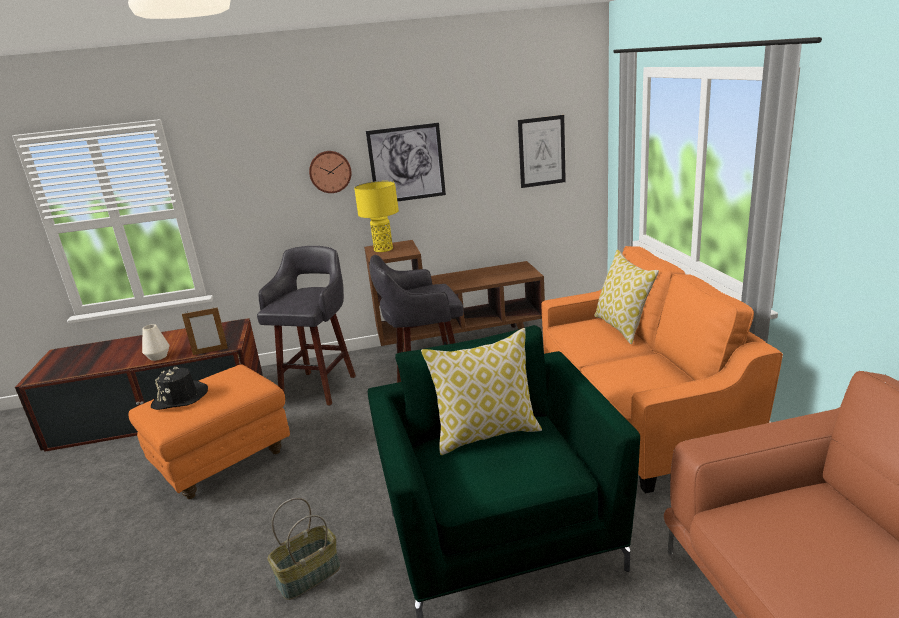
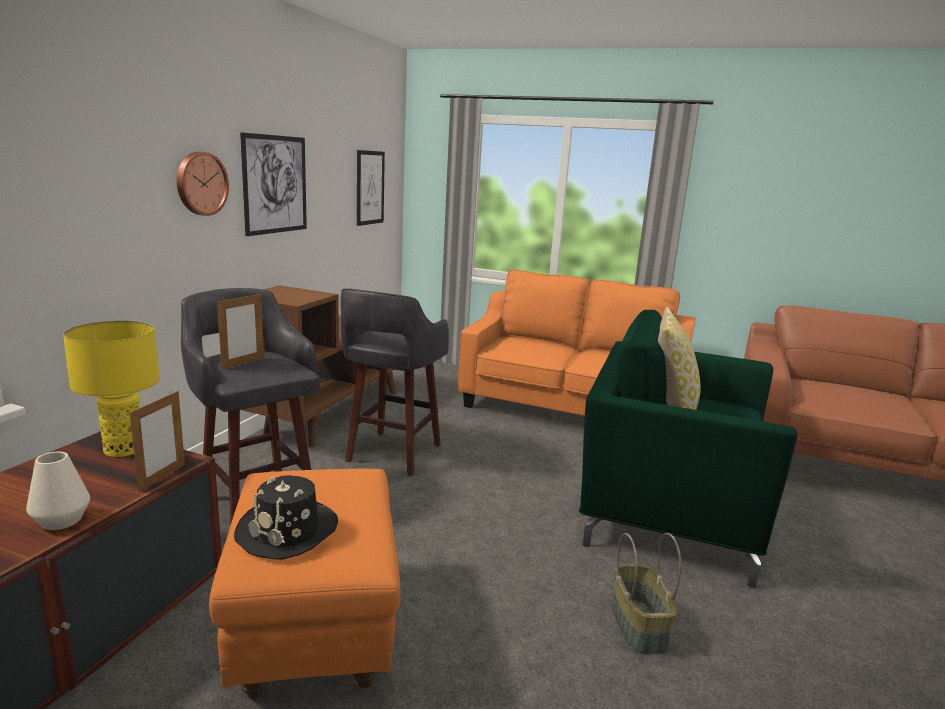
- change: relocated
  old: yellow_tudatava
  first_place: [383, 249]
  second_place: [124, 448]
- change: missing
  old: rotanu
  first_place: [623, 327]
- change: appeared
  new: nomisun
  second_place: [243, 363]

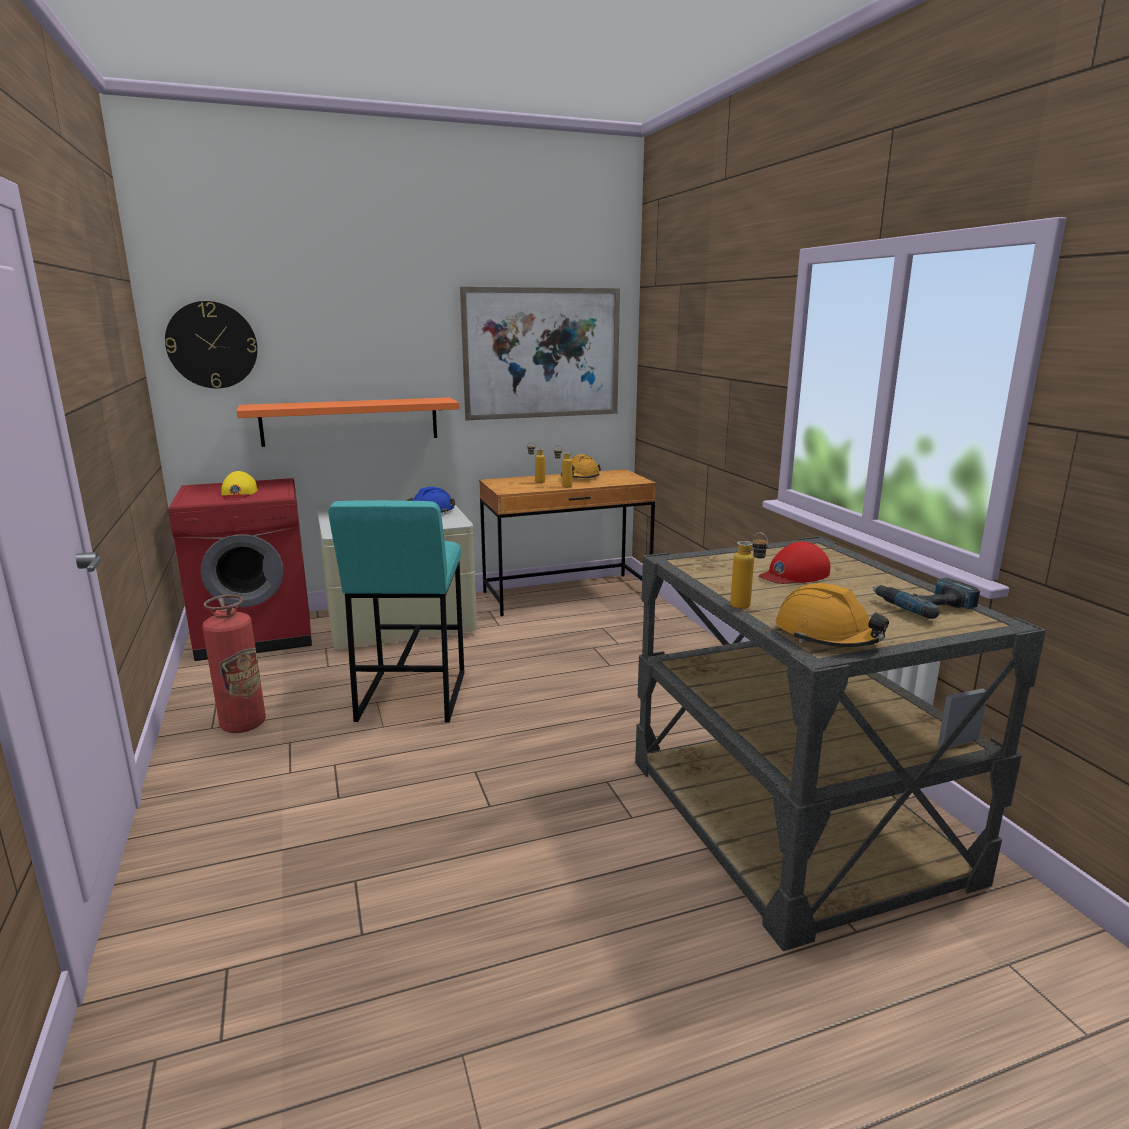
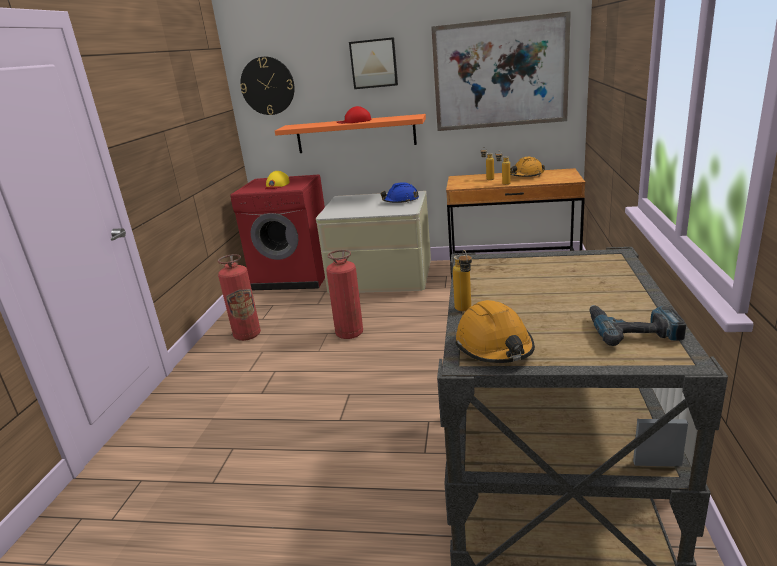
- change: exchanged
  old: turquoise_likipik
  new: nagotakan
  first_place: [411, 697]
  second_place: [349, 333]
- change: relocated
  old: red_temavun
  first_place: [794, 574]
  second_place: [354, 121]
- change: appeared
  new: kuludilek
  second_place: [374, 63]

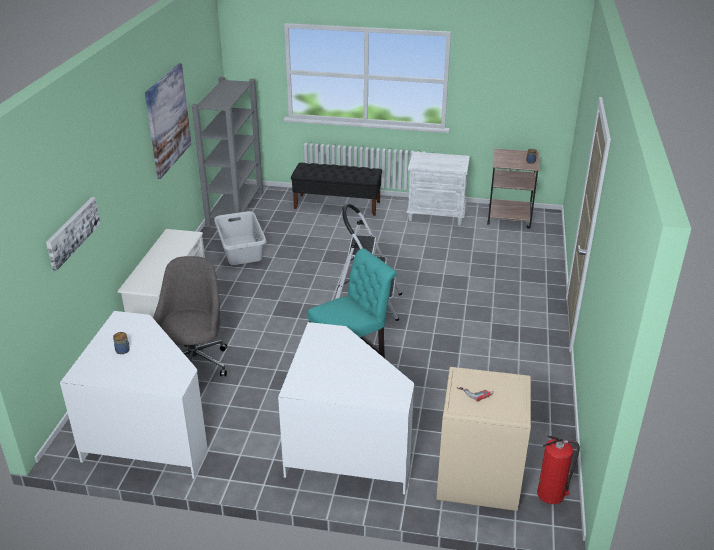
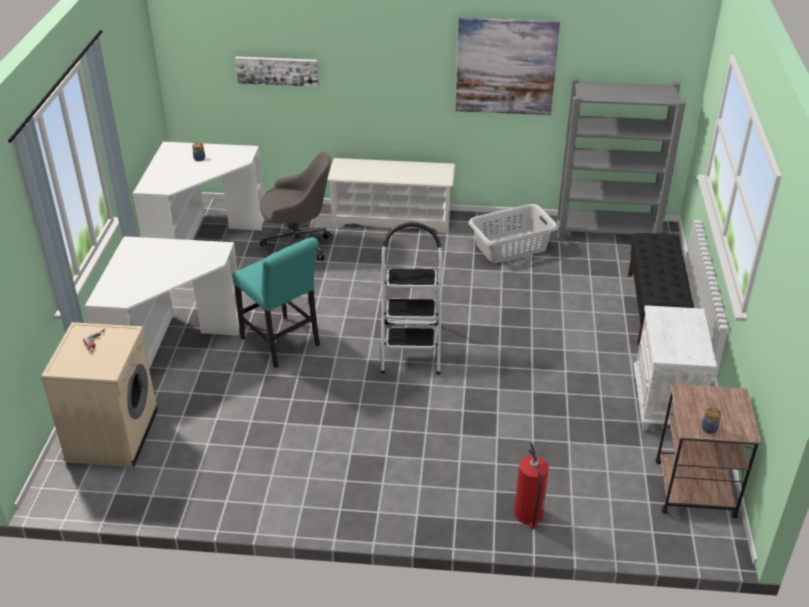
- change: relocated
  old: nagotakan
  first_place: [551, 494]
  second_place: [528, 514]

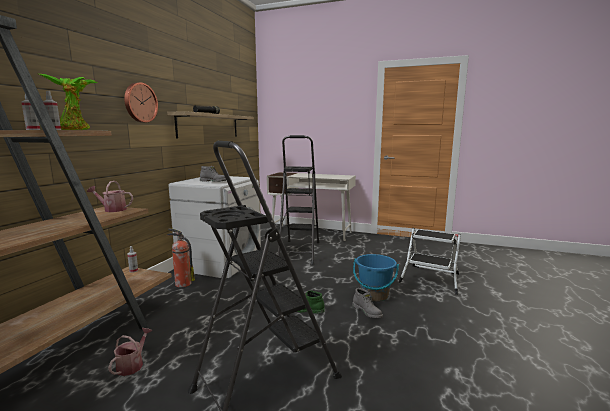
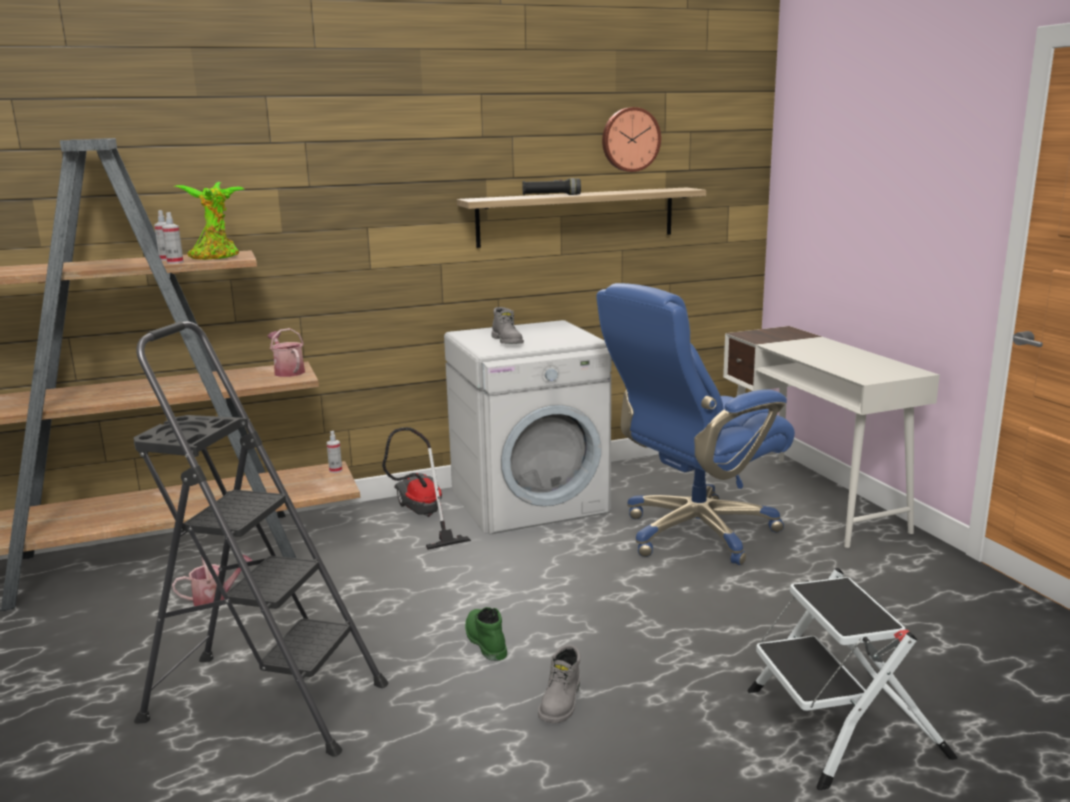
- change: relocated
  old: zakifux
  first_place: [140, 102]
  second_place: [630, 139]
- change: exchanged
  old: nagotakan
  new: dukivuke
  first_place: [182, 284]
  second_place: [422, 516]
- change: exchanged
  old: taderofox
  new: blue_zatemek
  first_place: [299, 252]
  second_place: [692, 534]
- change: missing
  old: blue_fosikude
  first_place: [374, 295]

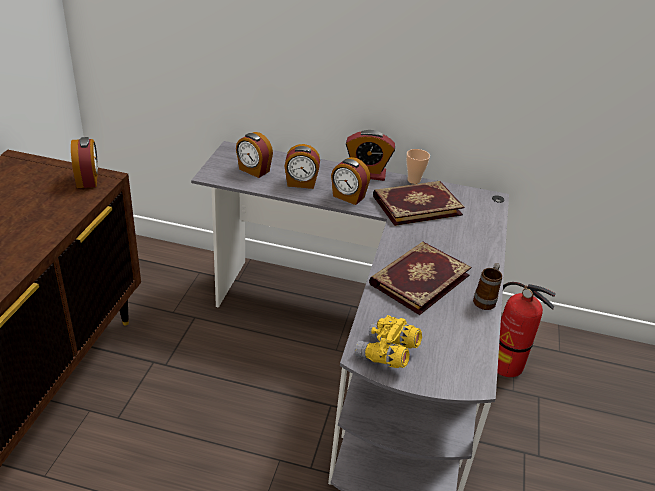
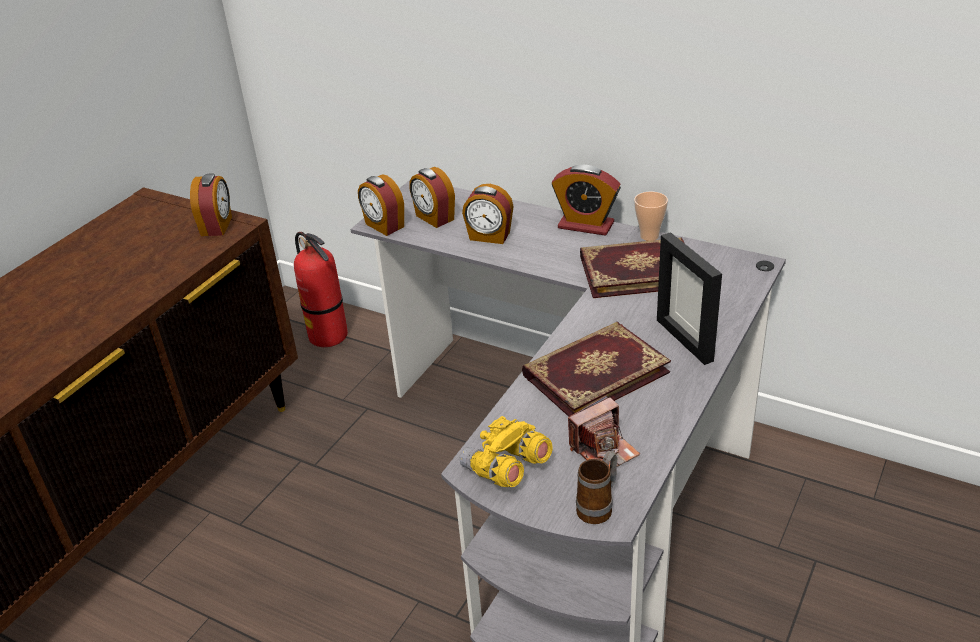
- change: relocated
  old: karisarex
  first_place: [348, 197]
  second_place: [384, 226]
- change: relocated
  old: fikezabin
  first_place: [485, 300]
  second_place: [599, 507]
- change: relocated
  old: nagotakan
  first_place: [506, 365]
  second_place: [329, 336]
- change: appeared
  new: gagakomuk
  second_place: [603, 450]
- change: appeared
  new: nomisun
  second_place: [686, 339]

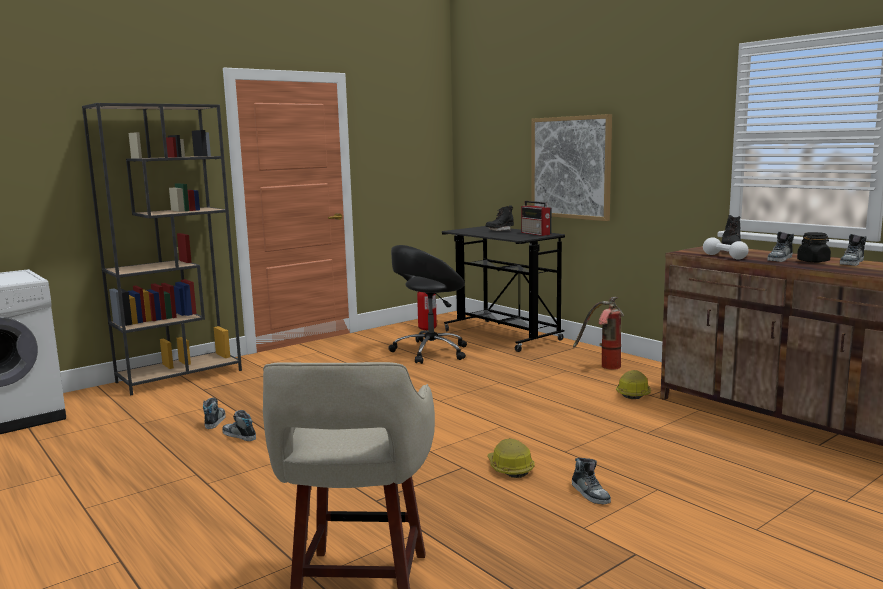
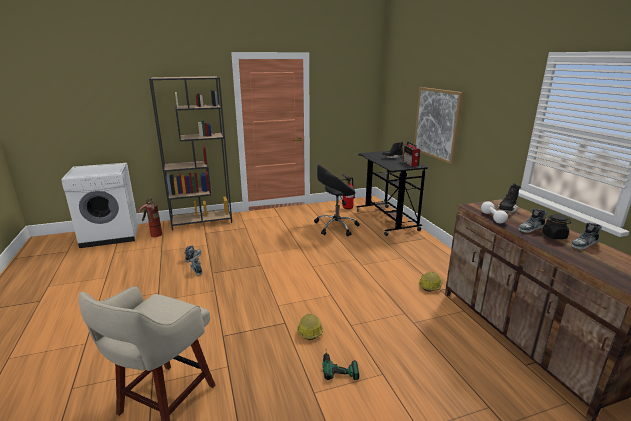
- change: exchanged
  old: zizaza
  new: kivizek
  first_place: [590, 493]
  second_place: [339, 365]
- change: relocated
  old: nagotakan
  first_place: [603, 366]
  second_place: [152, 234]

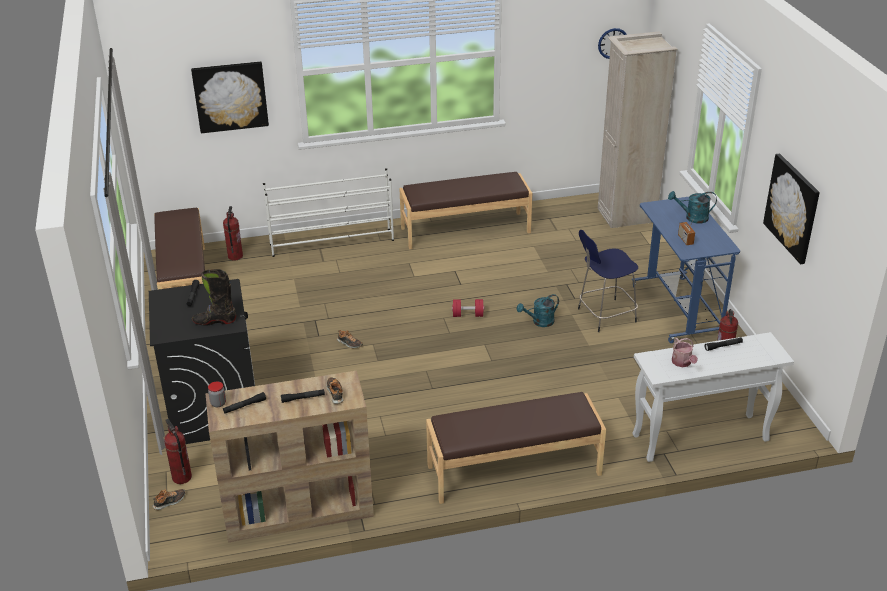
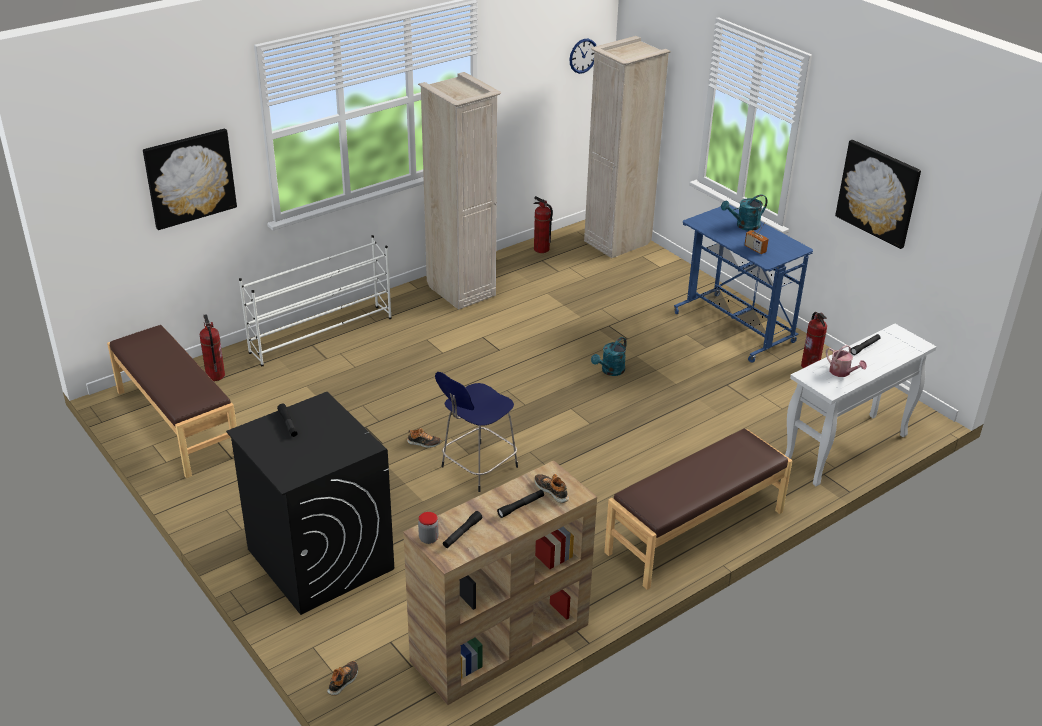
- change: relocated
  old: nagotakan
  first_place: [181, 477]
  second_place: [541, 249]
- change: missing
  old: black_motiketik
  first_place: [215, 321]
- change: exchanged
  old: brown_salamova
  new: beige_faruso
  first_place: [465, 230]
  second_place: [462, 290]
- change: missing
  old: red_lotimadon
  first_place: [468, 315]
- change: relocated
  old: blue_likipik
  first_place: [604, 315]
  second_place: [477, 468]

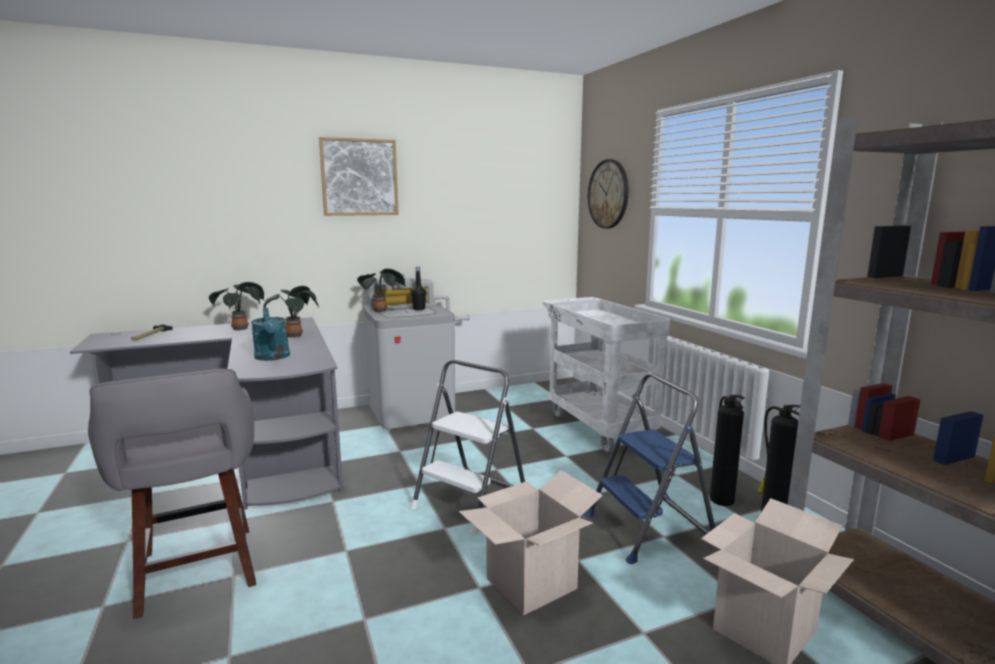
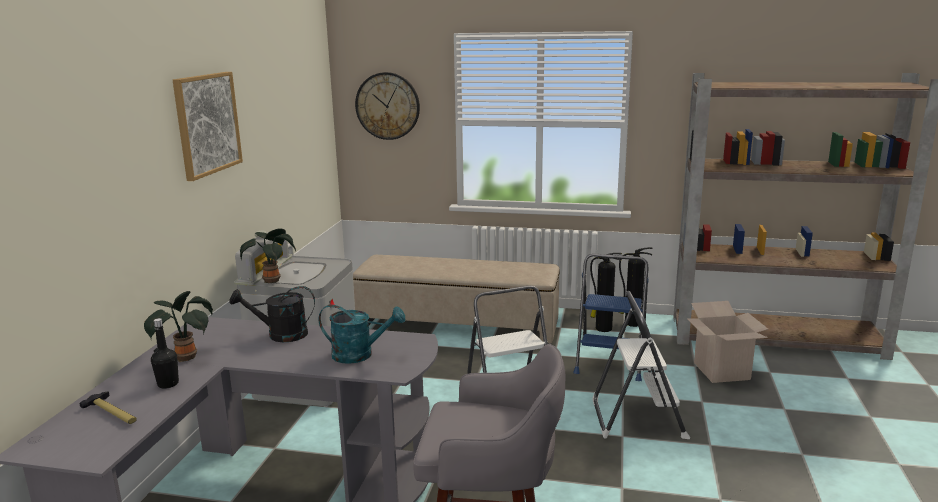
- change: exchanged
  old: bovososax
  new: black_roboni
  first_place: [295, 336]
  second_place: [280, 335]
- change: relocated
  old: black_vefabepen
  first_place: [419, 309]
  second_place: [168, 384]
- change: exchanged
  old: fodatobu
  new: white_taderofox
  first_place: [531, 584]
  second_place: [633, 417]
- change: exchanged
  old: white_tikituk
  new: beige_salamova
  first_place: [596, 427]
  second_place: [458, 323]

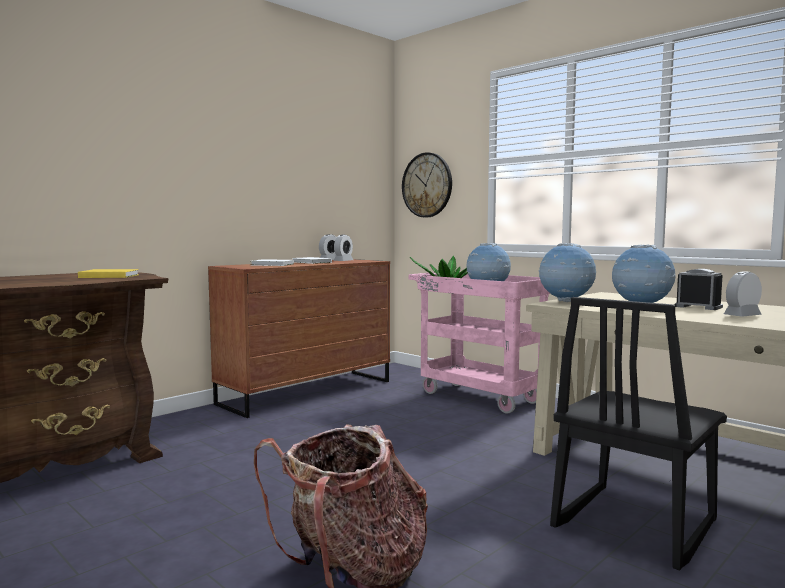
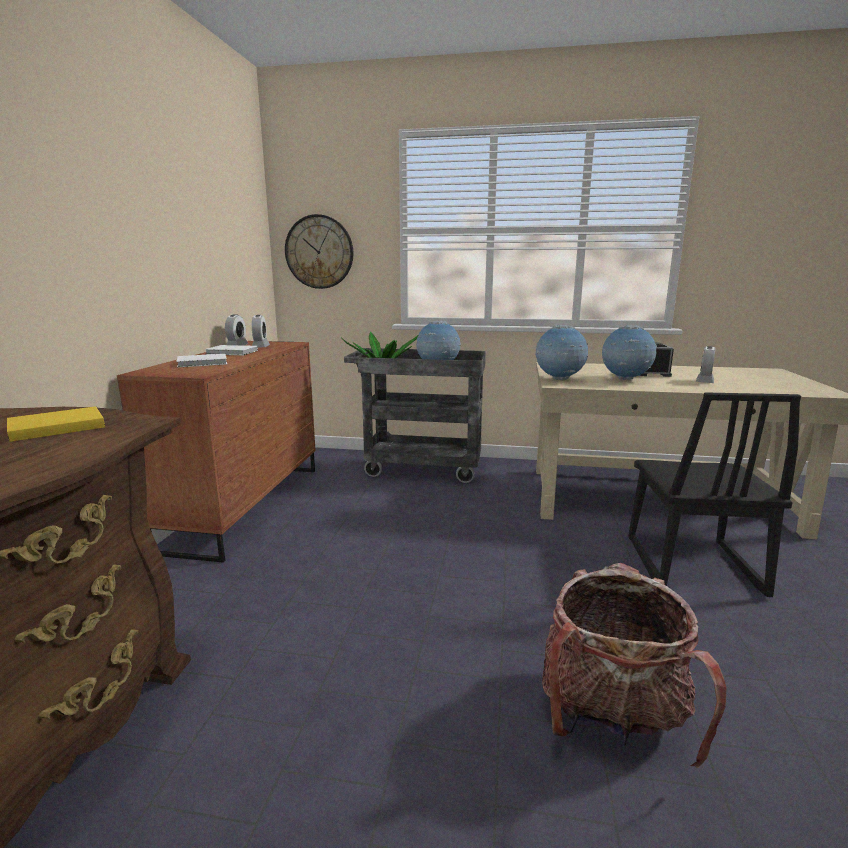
- change: colour
  old: pink_tikituk
  new: black_tikituk
  first_place: [475, 397]
  second_place: [417, 471]

